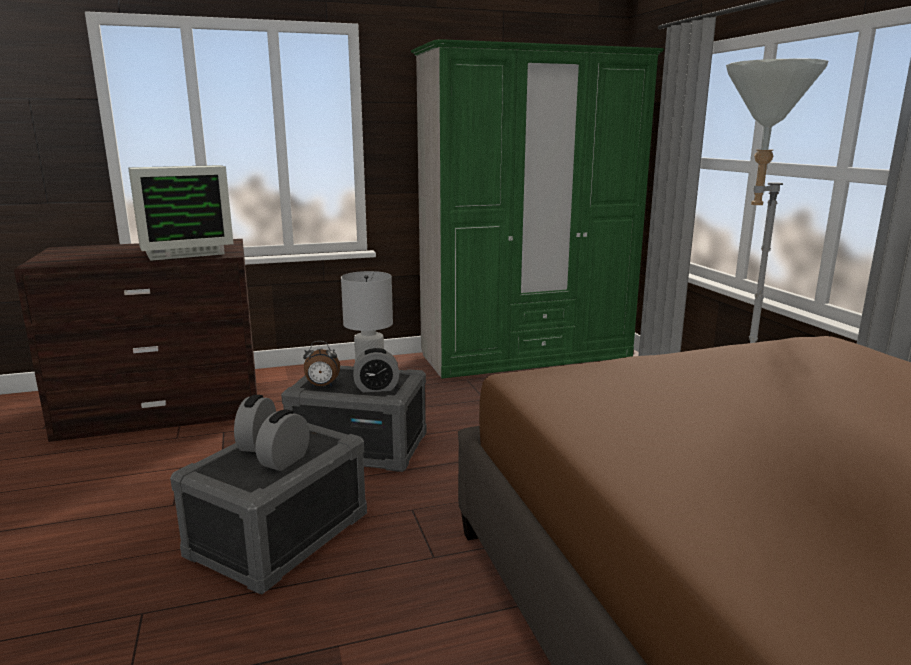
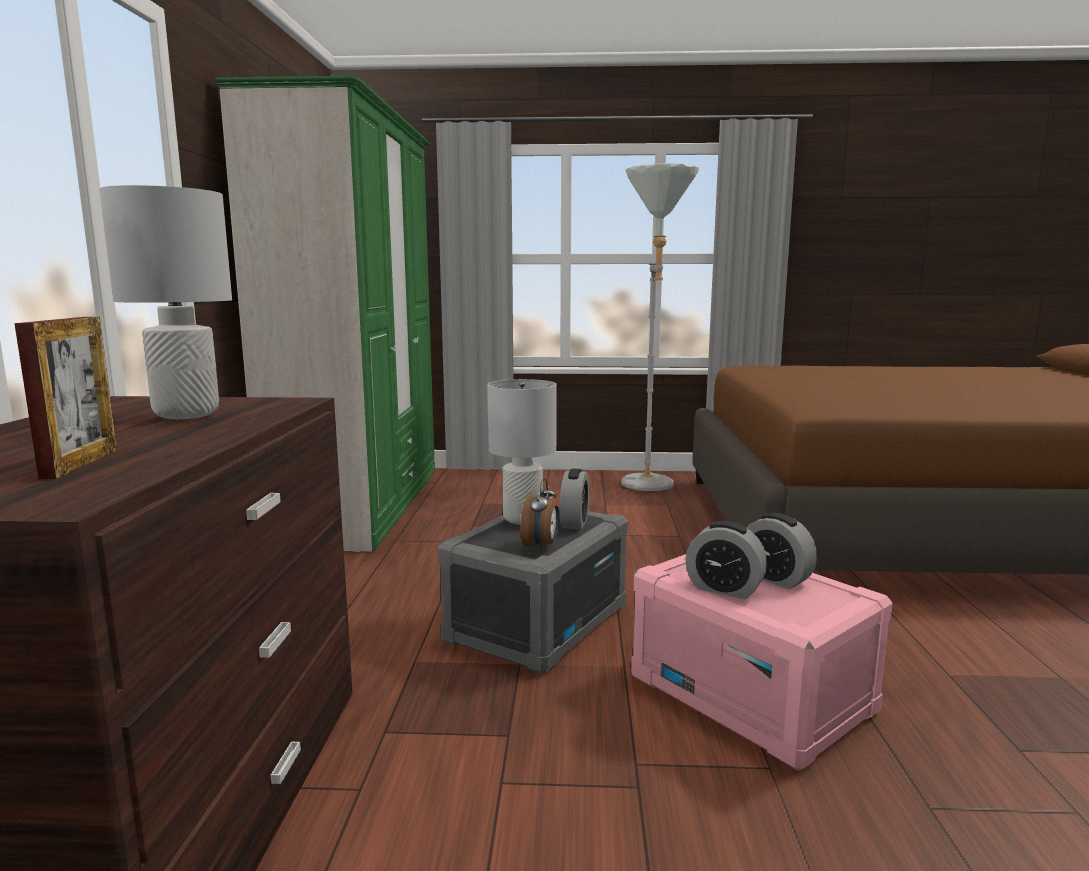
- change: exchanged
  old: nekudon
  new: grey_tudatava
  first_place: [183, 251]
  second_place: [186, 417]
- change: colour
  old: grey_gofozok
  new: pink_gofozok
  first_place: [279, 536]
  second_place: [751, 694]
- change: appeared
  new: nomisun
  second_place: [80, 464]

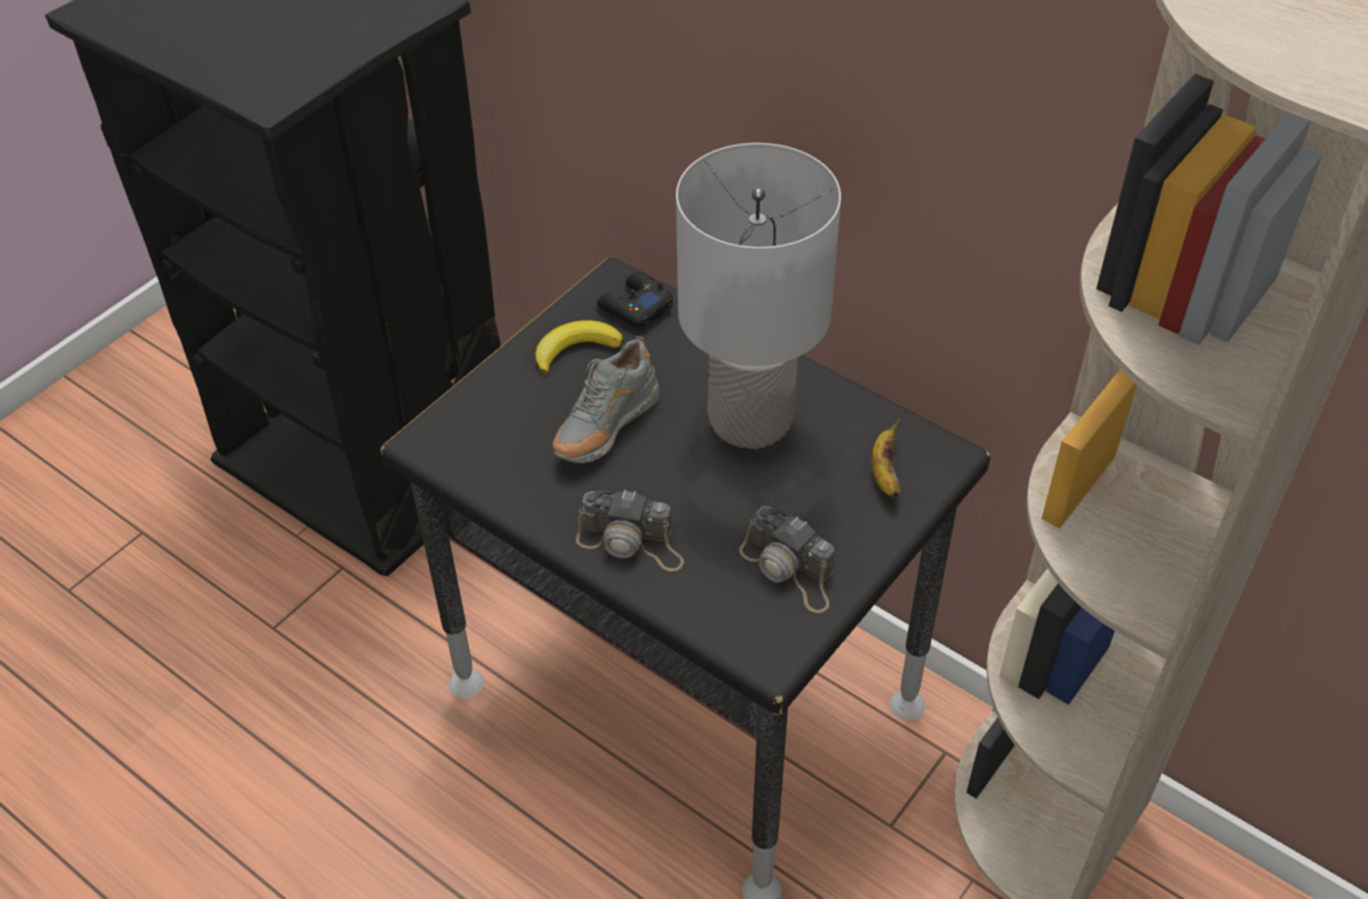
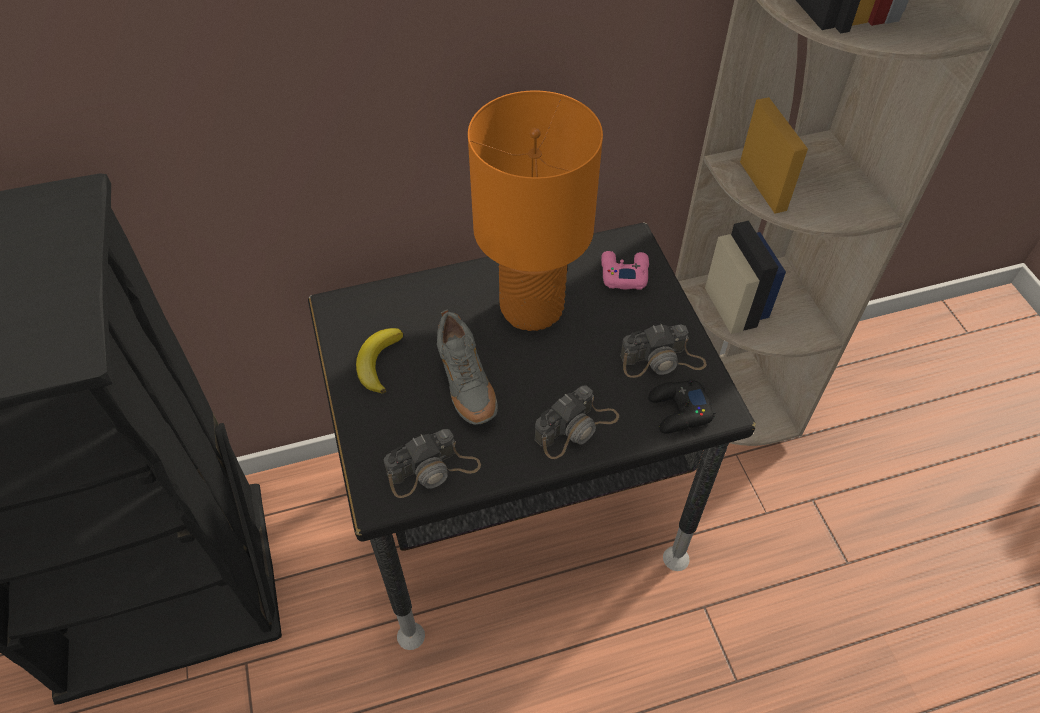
- change: relocated
  old: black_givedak
  first_place: [634, 307]
  second_place: [679, 411]
- change: colour
  old: grey_tudatava
  new: orange_tudatava
  first_place: [750, 425]
  second_place: [531, 311]
- change: exchanged
  old: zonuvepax
  new: pink_givedak
  first_place: [885, 472]
  second_place: [623, 273]
- change: appeared
  new: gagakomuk
  second_place: [433, 470]

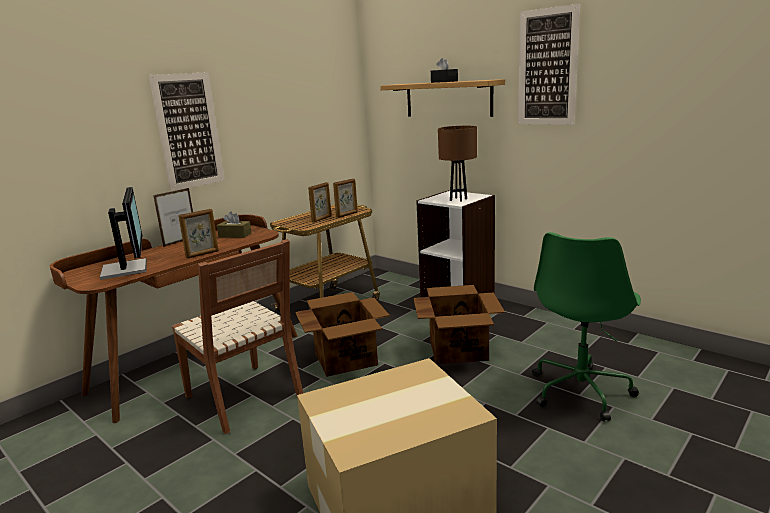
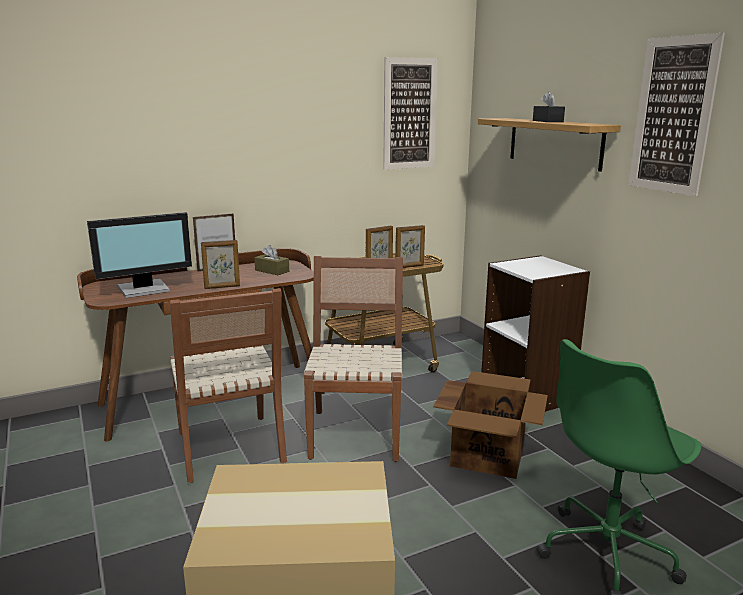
- change: spun
  old: nekudon
  first_place: [127, 269]
  second_place: [145, 289]
  degrees: 60
- change: relocated
  old: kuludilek
  first_place: [188, 131]
  second_place: [409, 114]
- change: exchanged
  old: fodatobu
  new: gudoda
  first_place: [346, 358]
  second_place: [356, 432]
- change: missing
  old: brown_tudatava
  first_place: [458, 199]

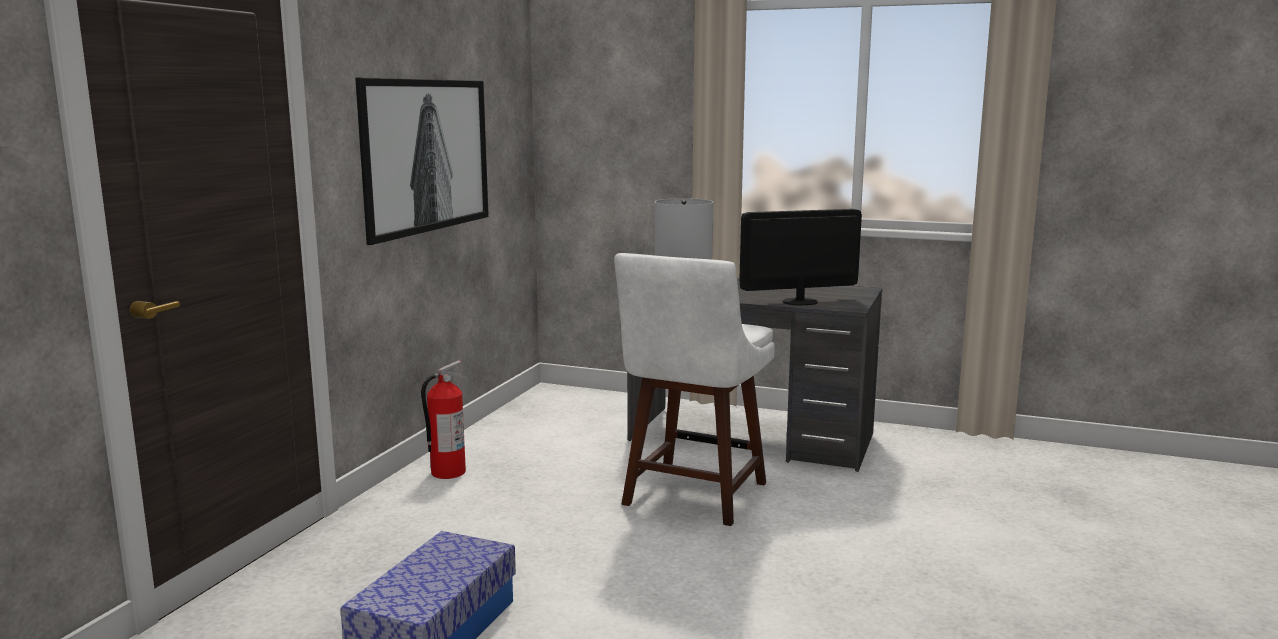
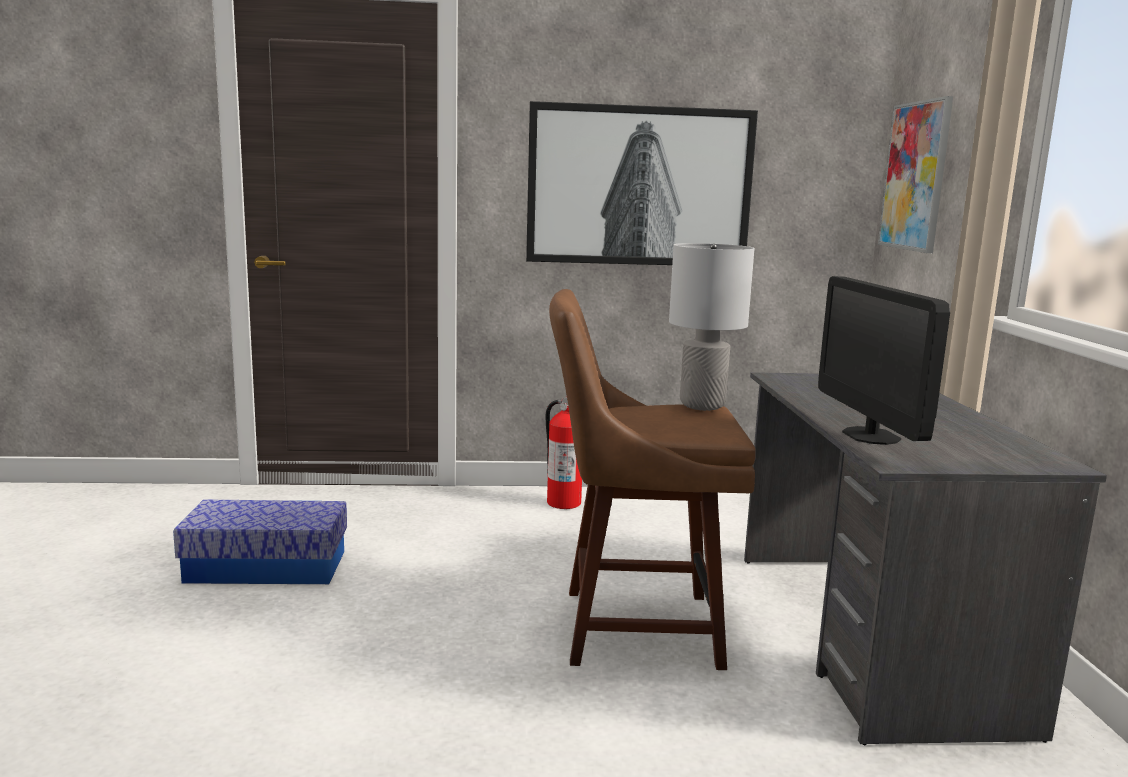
- change: colour
  old: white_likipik
  new: brown_likipik
  first_place: [693, 496]
  second_place: [632, 627]
- change: spun
  old: nekudon
  first_place: [800, 302]
  second_place: [871, 436]
  degrees: -150
- change: appeared
  new: kuludilek
  second_place: [915, 176]

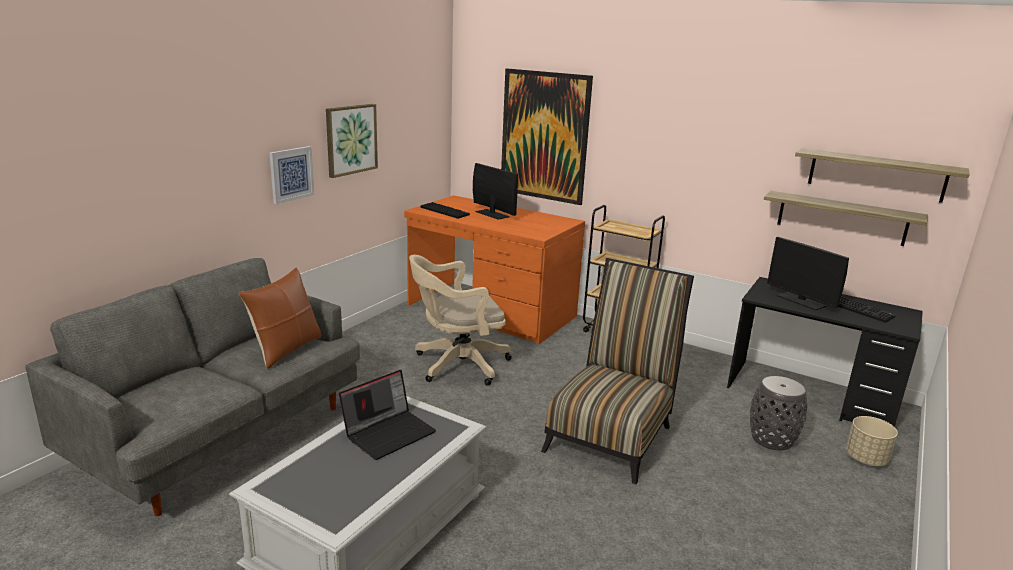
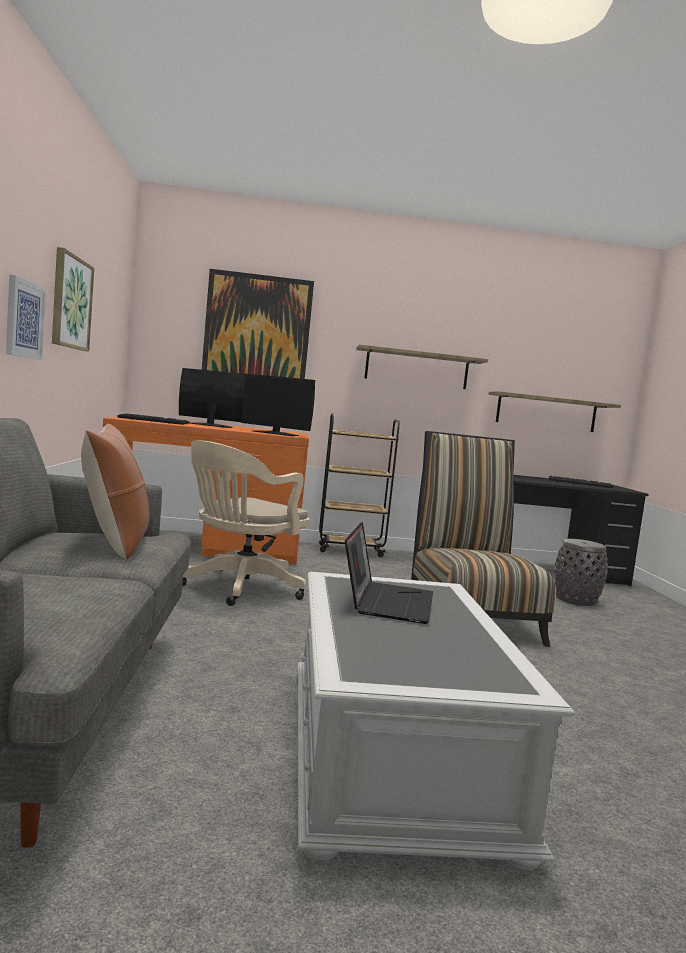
- change: relocated
  old: nekudon
  first_place: [801, 301]
  second_place: [275, 433]
- change: relocated
  old: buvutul
  first_place: [876, 175]
  second_place: [416, 368]
- change: missing
  old: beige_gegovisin
  first_place: [865, 459]

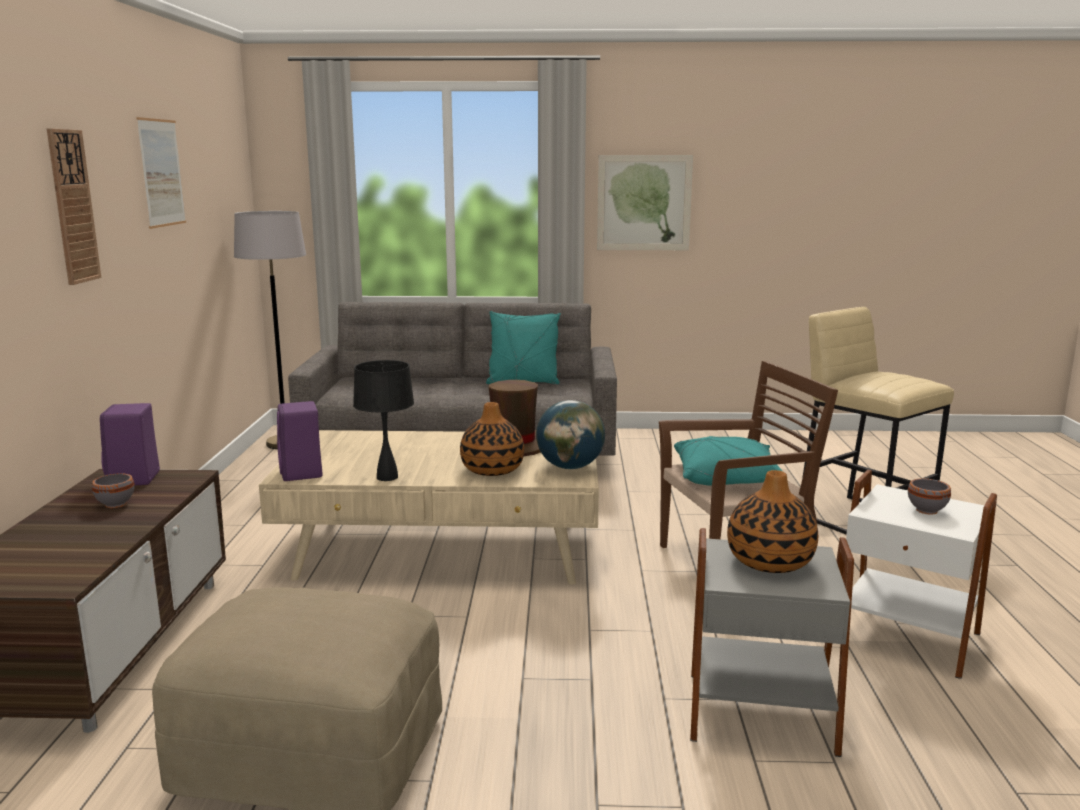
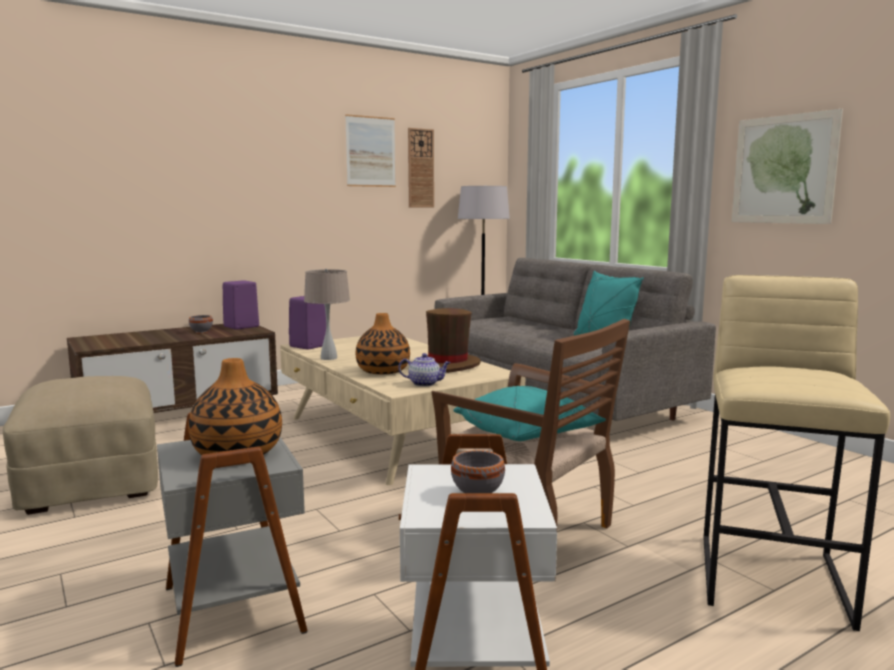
- change: relocated
  old: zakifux
  first_place: [73, 207]
  second_place: [420, 168]
- change: colour
  old: black_tudatava
  new: beige_tudatava
  first_place: [387, 477]
  second_place: [329, 358]
- change: exchanged
  old: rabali
  new: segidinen
  first_place: [569, 467]
  second_place: [425, 384]

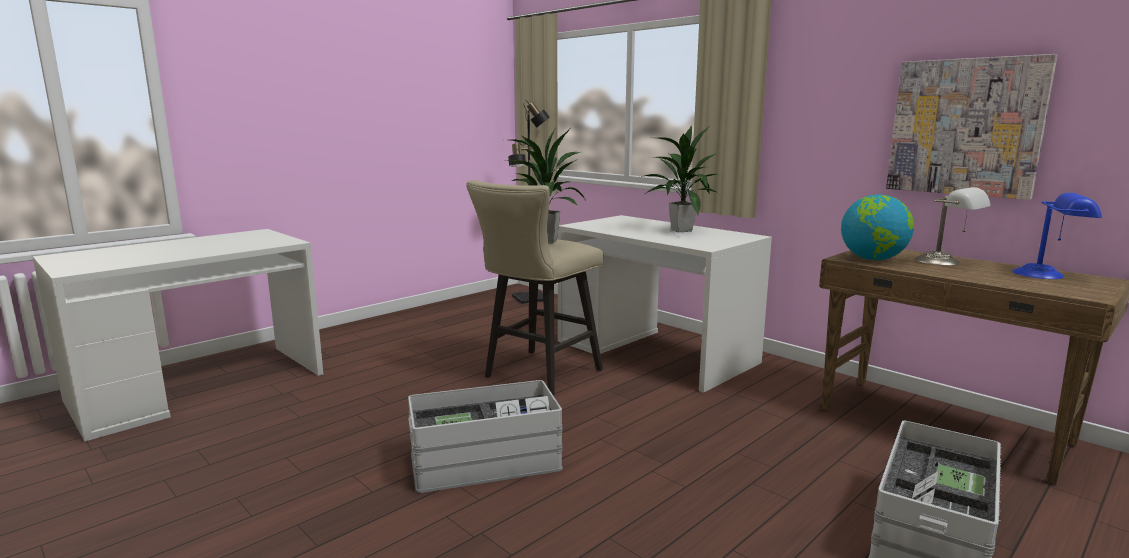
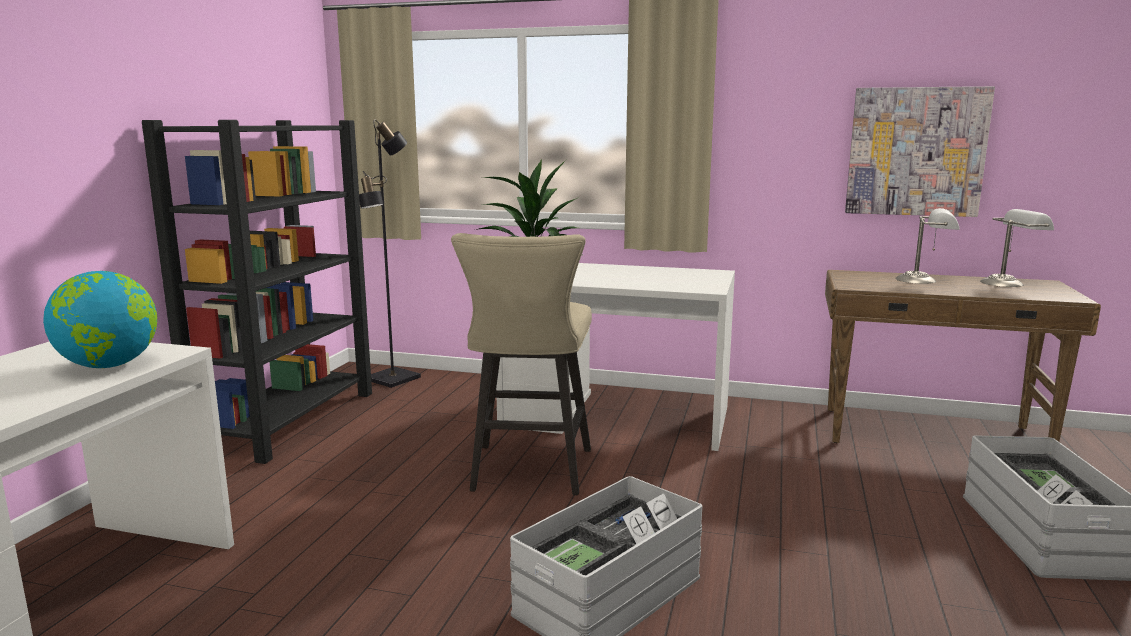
- change: missing
  old: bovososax
  first_place: [680, 230]
- change: relocated
  old: rabali
  first_place: [873, 259]
  second_place: [109, 365]
- change: colour
  old: blue_tudatava
  new: white_tudatava
  first_place: [1048, 274]
  second_place: [1008, 282]
- change: appeared
  new: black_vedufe
  second_place: [287, 420]

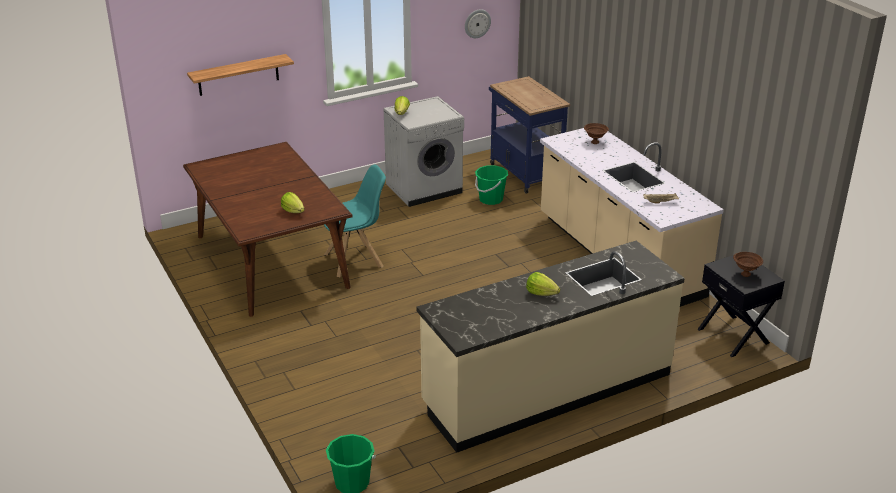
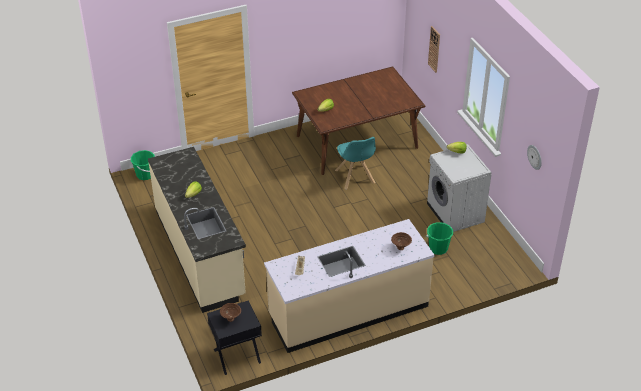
- change: exchanged
  old: buvutul
  new: zakifux
  first_place: [238, 75]
  second_place: [434, 49]
- change: missing
  old: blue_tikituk
  first_place: [524, 173]

